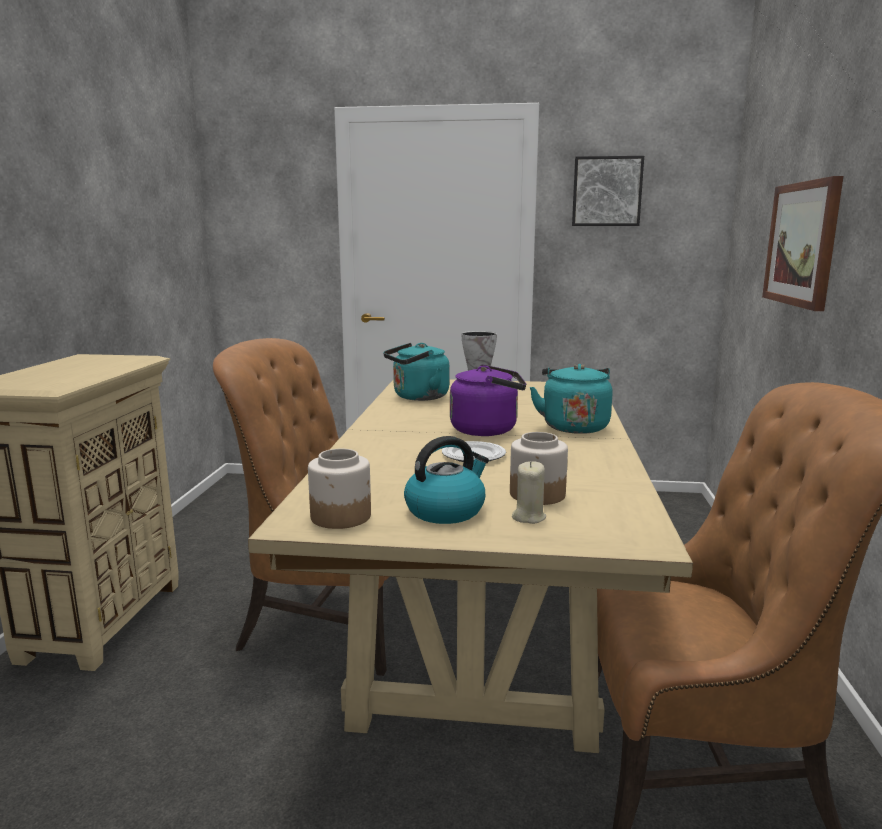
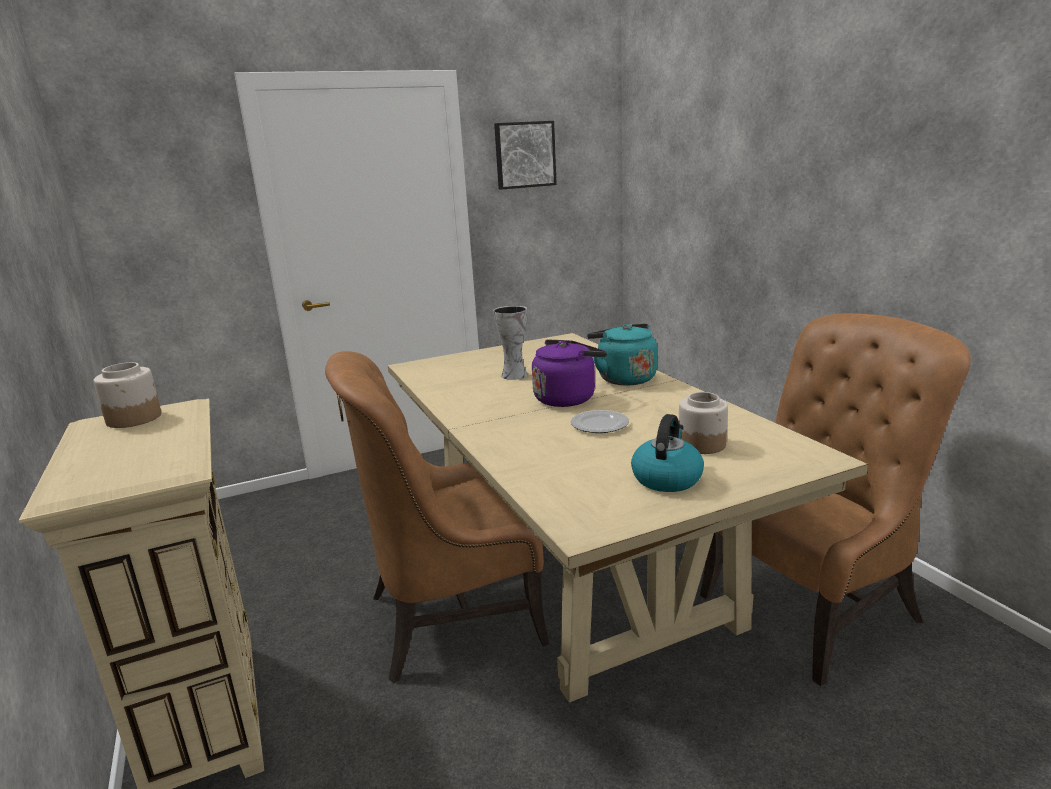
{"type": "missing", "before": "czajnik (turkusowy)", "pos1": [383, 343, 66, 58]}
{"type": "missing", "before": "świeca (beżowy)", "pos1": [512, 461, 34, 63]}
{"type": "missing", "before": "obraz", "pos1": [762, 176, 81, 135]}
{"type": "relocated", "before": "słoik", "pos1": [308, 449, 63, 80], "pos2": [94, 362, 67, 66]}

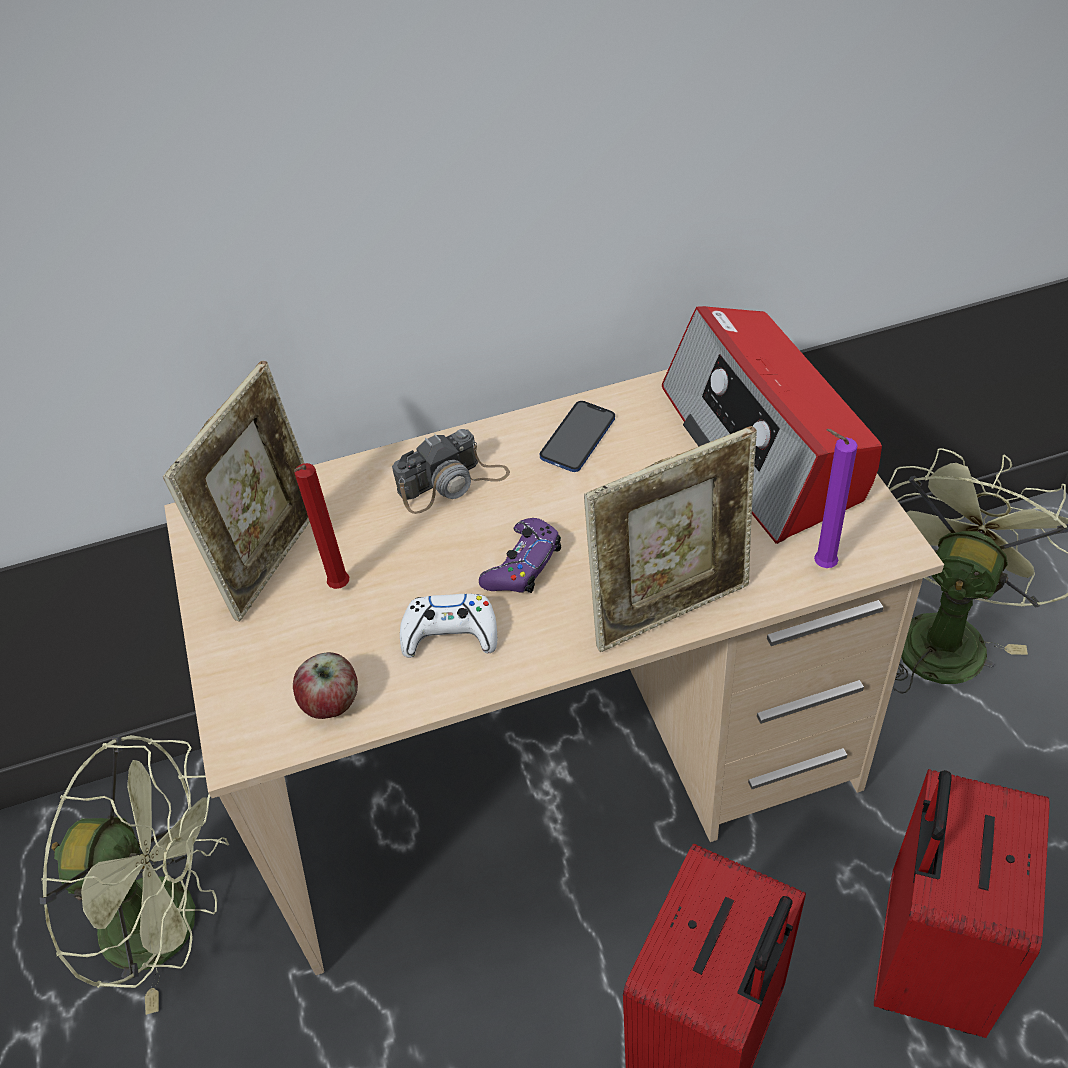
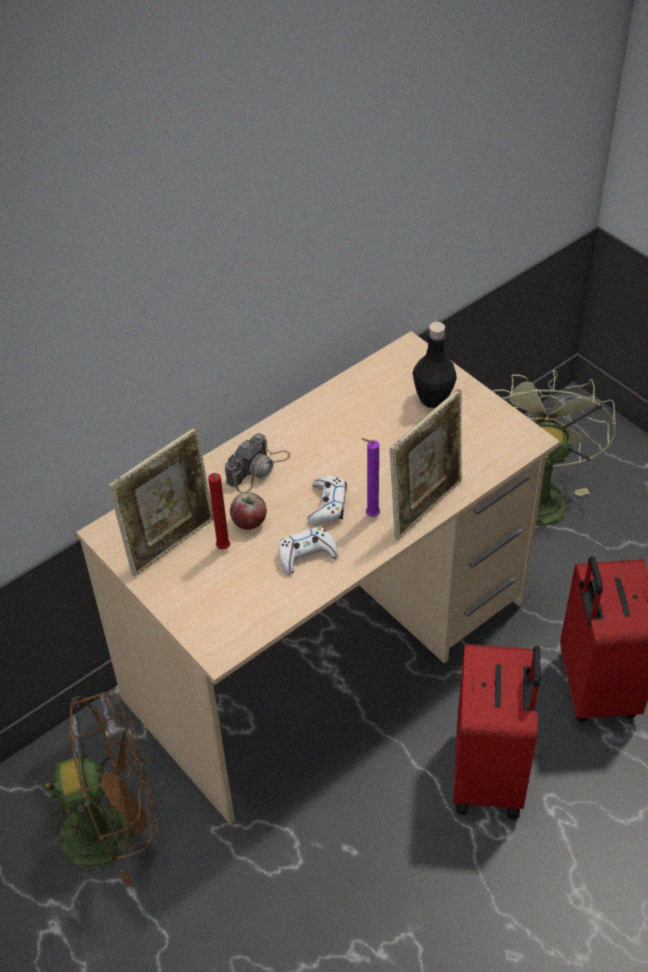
{"type": "missing", "before": "telefon", "pos1": [540, 401, 75, 71]}
{"type": "relocated", "before": "jabłko", "pos1": [293, 652, 65, 67], "pos2": [230, 492, 37, 38]}
{"type": "relocated", "before": "świeca (fioletowy)", "pos1": [814, 429, 44, 139], "pos2": [361, 438, 19, 79]}
{"type": "exchanged", "before": "radio", "after": "butelka (czarny)", "pos1": [662, 306, 220, 238], "pos2": [413, 322, 44, 86]}
{"type": "colour", "before": "wentylator (zielony)", "after": "wentylator (brązowy)", "pos1": [40, 735, 189, 280], "pos2": [38, 691, 120, 196]}
{"type": "colour", "before": "pad do gier (fioletowy)", "after": "pad do gier (biały)", "pos1": [479, 518, 82, 75], "pos2": [308, 475, 39, 50]}
{"type": "spun", "before": "ramka na zdjęcie", "pos1": [163, 361, 147, 261], "pos2": [108, 427, 106, 150], "turn": 45}

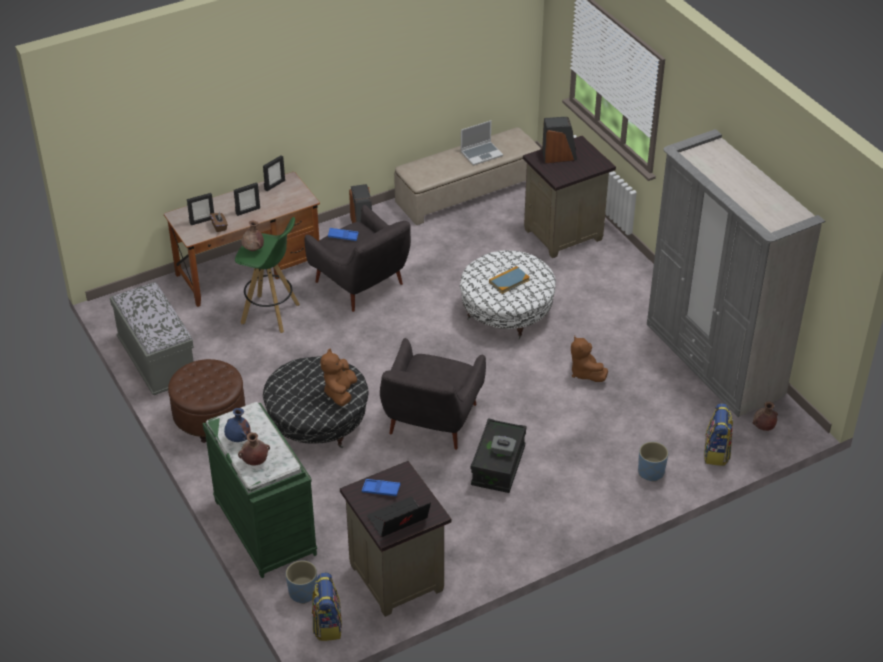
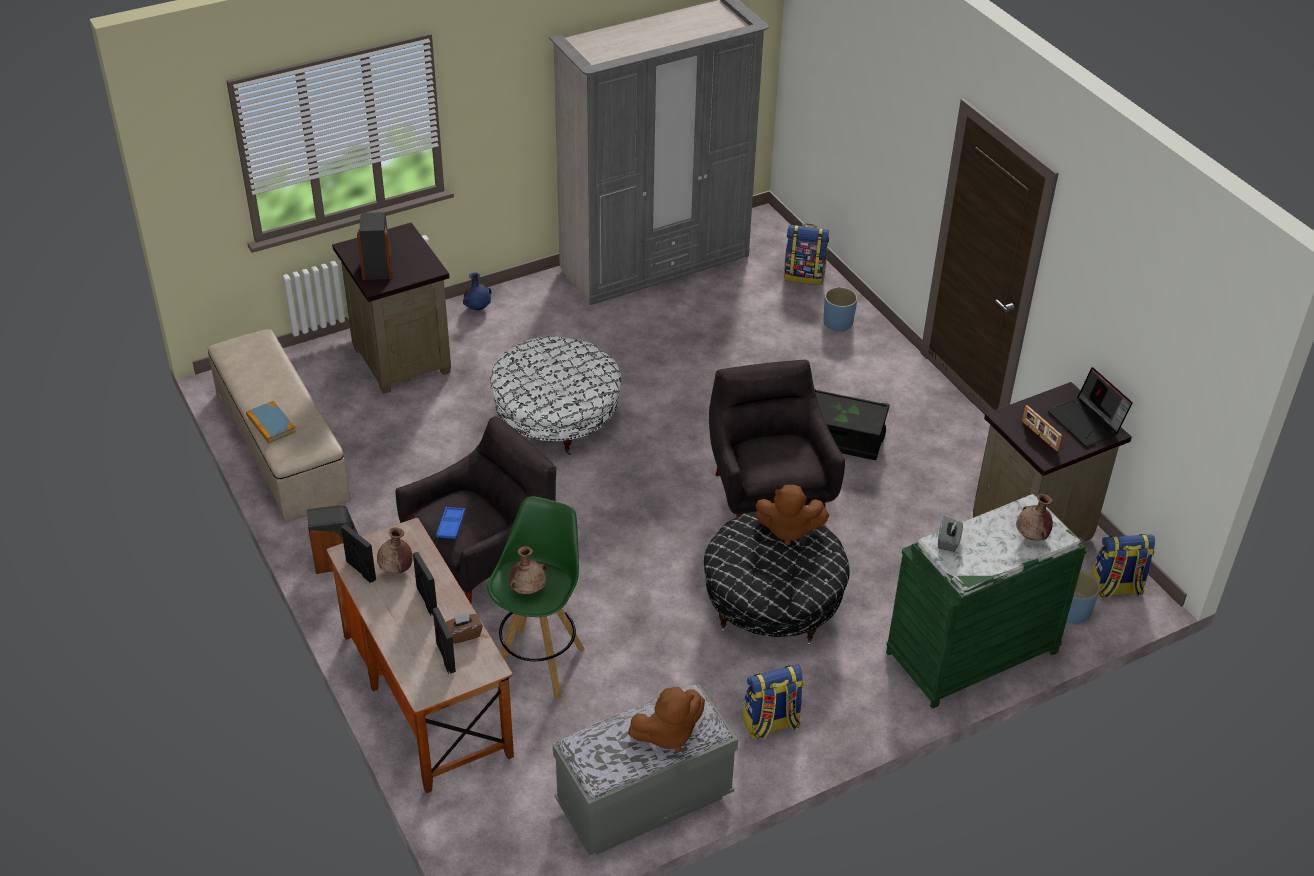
{"type": "missing", "before": "laptop", "pos1": [460, 120, 43, 45]}
{"type": "relocated", "before": "wazon (niebieski)", "pos1": [224, 408, 27, 34], "pos2": [463, 272, 29, 39]}
{"type": "relocated", "before": "książka", "pos1": [489, 266, 41, 28], "pos2": [246, 401, 50, 42]}
{"type": "relocated", "before": "pudełko chusteczek (szary)", "pos1": [491, 436, 25, 20], "pos2": [938, 516, 25, 36]}
{"type": "relocated", "before": "pluszak (brązowy)", "pos1": [571, 336, 37, 46], "pos2": [628, 687, 77, 65]}
{"type": "relocated", "before": "wazon (brązowy)", "pos1": [753, 402, 25, 29], "pos2": [377, 527, 36, 47]}
{"type": "exchanged", "before": "pufa (brązowy)", "after": "plecak", "pos1": [168, 359, 77, 84], "pos2": [742, 664, 62, 75]}
{"type": "exchanged", "before": "taca (niebieski)", "after": "ramka na zdjęcie", "pos1": [362, 479, 39, 17], "pos2": [1022, 405, 40, 46]}
{"type": "spun", "before": "fotel (szary)", "pos1": [380, 338, 106, 112], "pos2": [709, 360, 136, 157], "turn": -120}

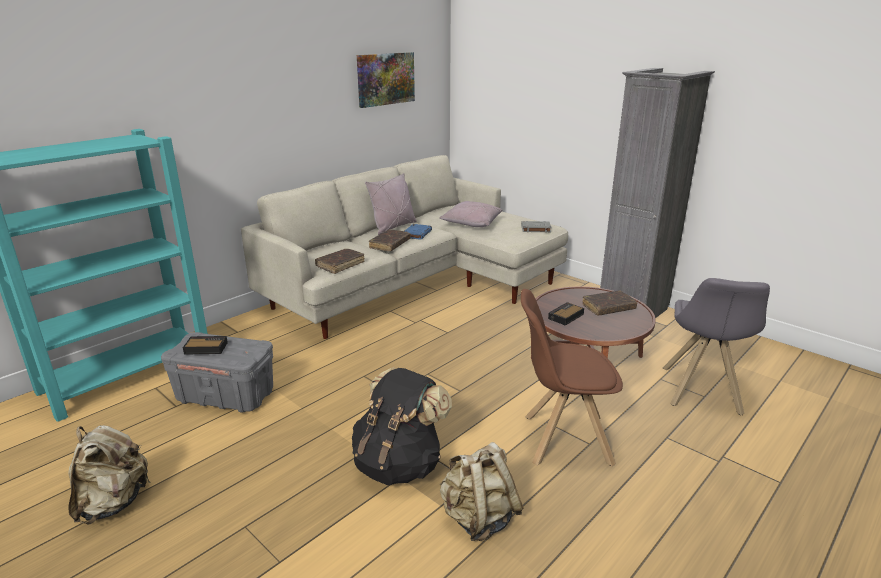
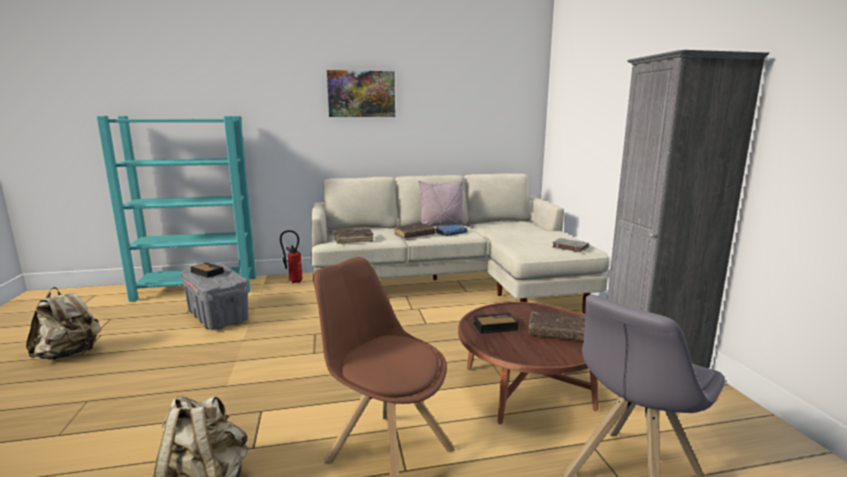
{"type": "missing", "before": "plecak (czarny)", "pos1": [352, 367, 100, 118]}
{"type": "missing", "before": "poduszka (fioletowy)", "pos1": [439, 201, 63, 26]}
{"type": "appeared", "after": "gaśnica", "pos2": [280, 230, 23, 53]}
{"type": "relocated", "before": "obraz", "pos1": [357, 52, 58, 56], "pos2": [327, 70, 68, 47]}

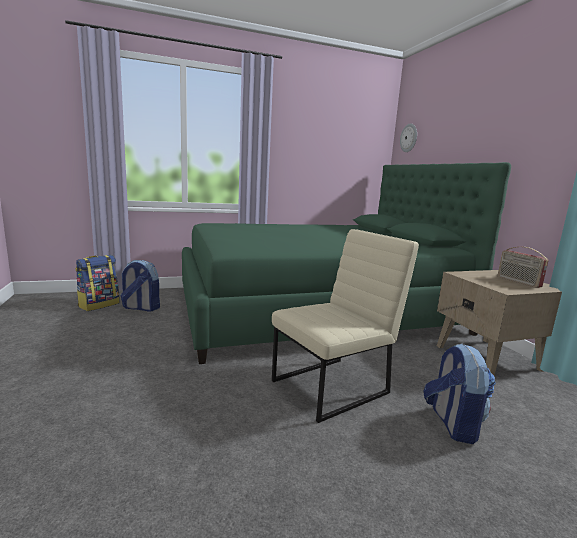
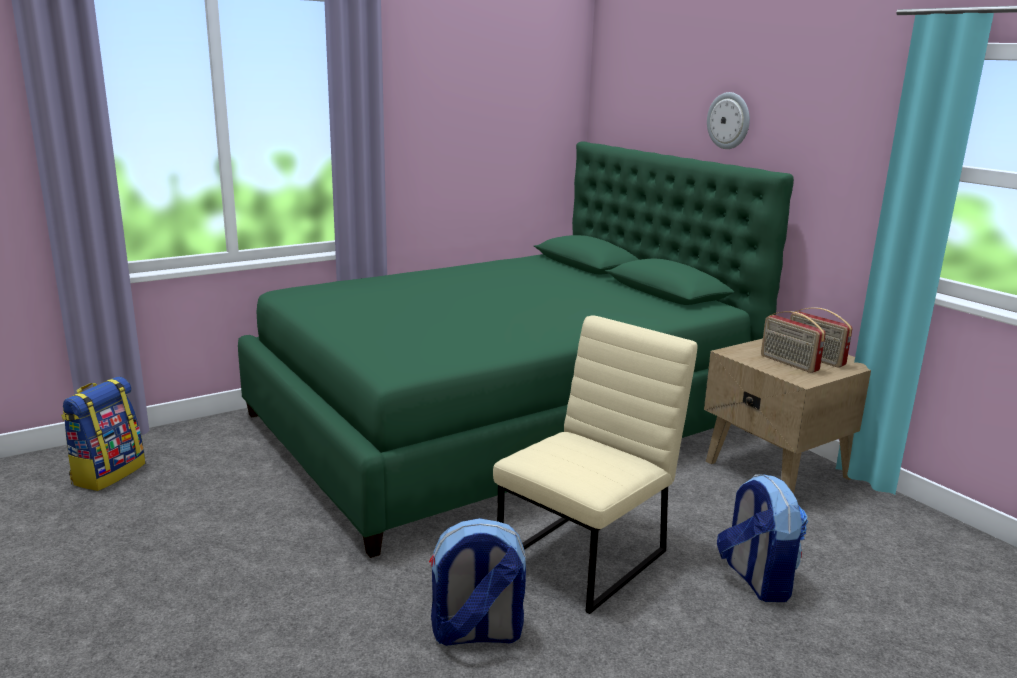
{"type": "appeared", "after": "radio", "pos2": [761, 311, 65, 62]}
{"type": "relocated", "before": "plecak", "pos1": [121, 260, 39, 52], "pos2": [429, 518, 97, 128]}
{"type": "relocated", "before": "zegar ścienny", "pos1": [400, 123, 17, 29], "pos2": [707, 92, 43, 57]}

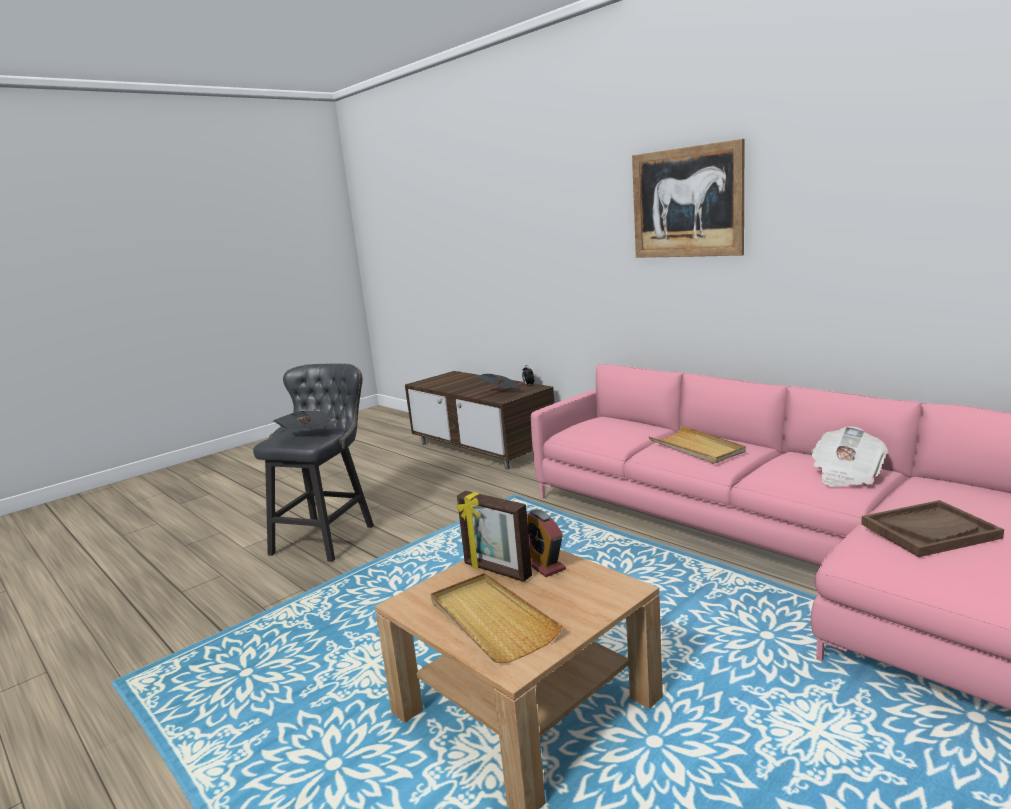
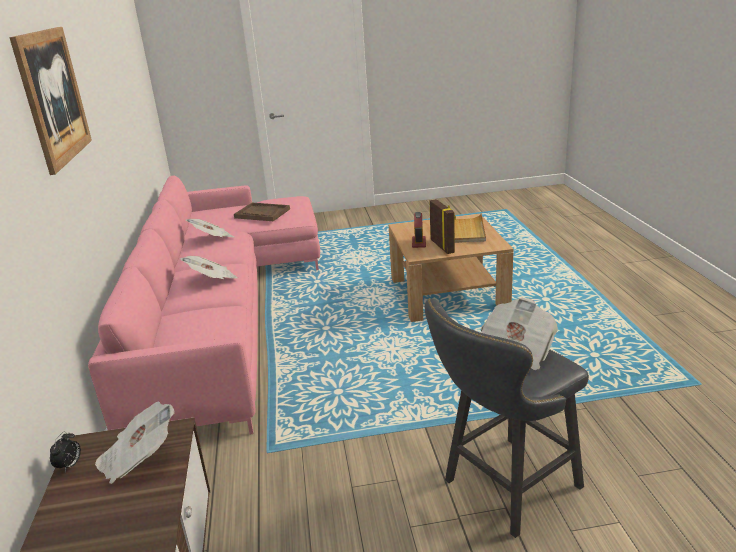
{"type": "exchanged", "before": "taca (beżowy)", "after": "gazeta", "pos1": [649, 426, 97, 38], "pos2": [180, 256, 58, 23]}

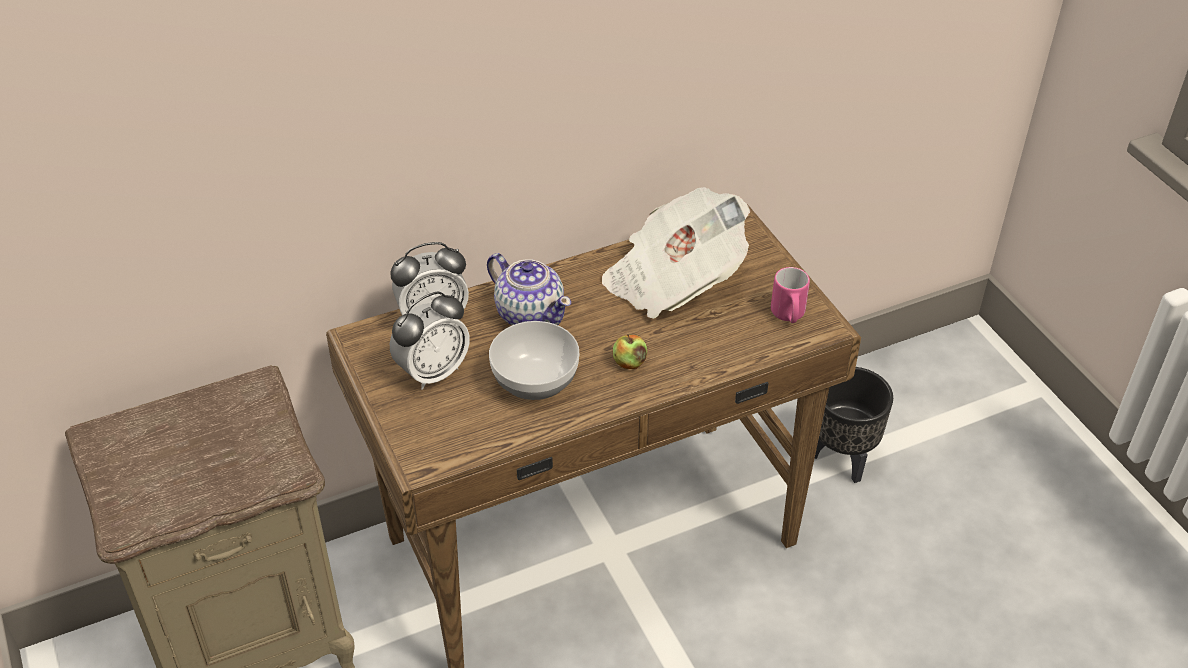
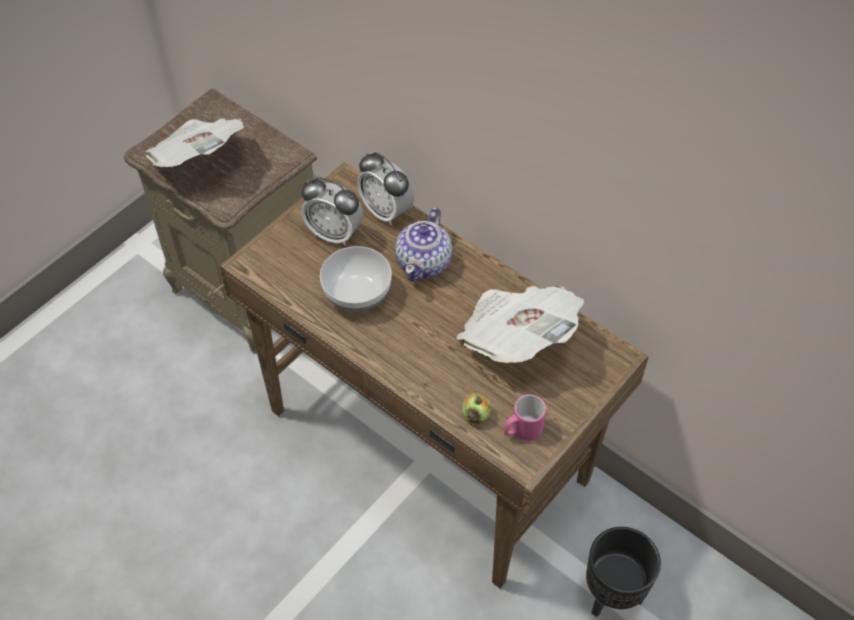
{"type": "appeared", "after": "gazeta", "pos2": [145, 118, 100, 49]}
{"type": "relocated", "before": "jabłko", "pos1": [613, 334, 34, 35], "pos2": [462, 393, 29, 31]}

